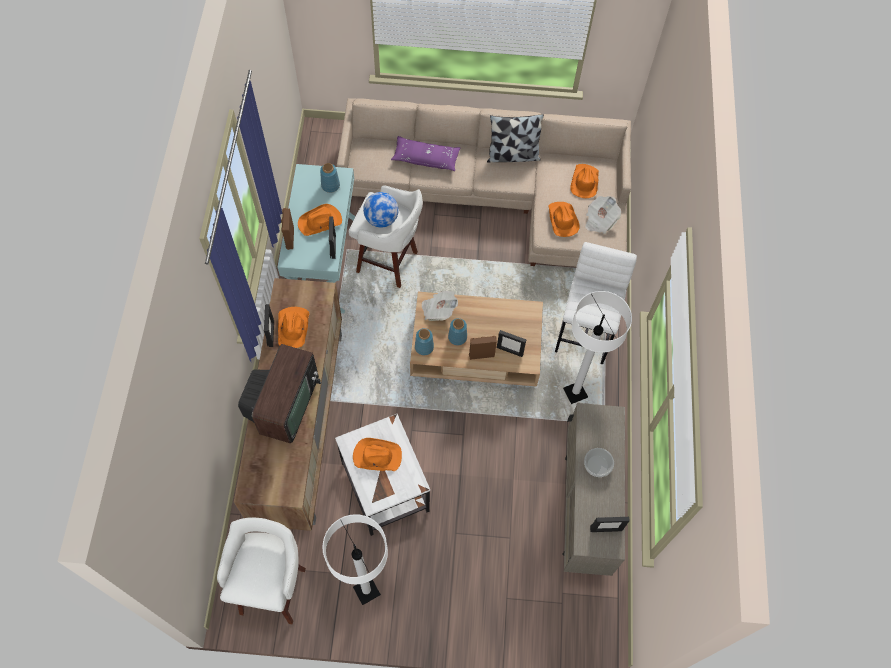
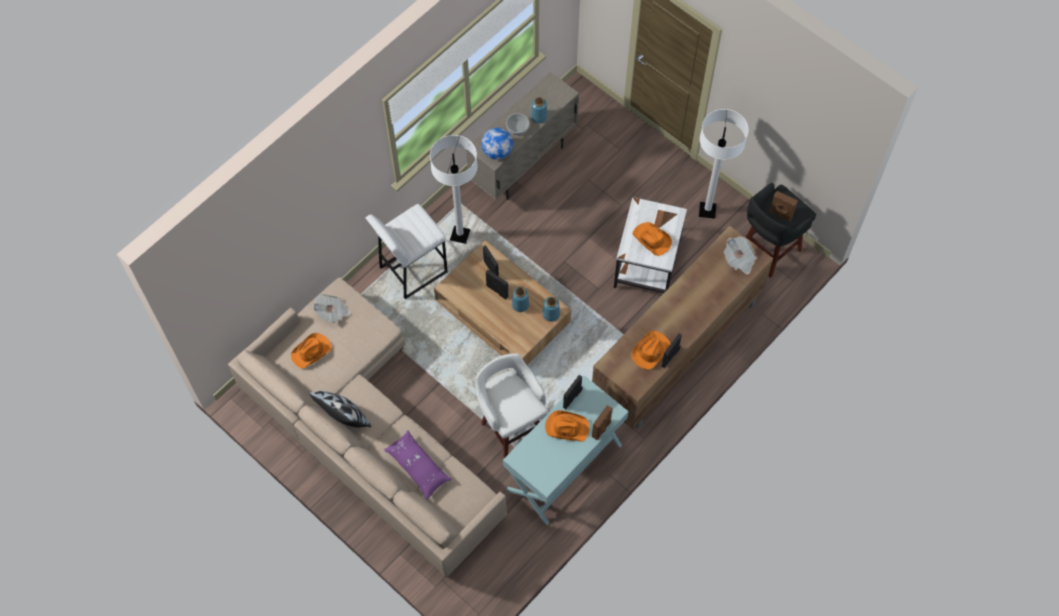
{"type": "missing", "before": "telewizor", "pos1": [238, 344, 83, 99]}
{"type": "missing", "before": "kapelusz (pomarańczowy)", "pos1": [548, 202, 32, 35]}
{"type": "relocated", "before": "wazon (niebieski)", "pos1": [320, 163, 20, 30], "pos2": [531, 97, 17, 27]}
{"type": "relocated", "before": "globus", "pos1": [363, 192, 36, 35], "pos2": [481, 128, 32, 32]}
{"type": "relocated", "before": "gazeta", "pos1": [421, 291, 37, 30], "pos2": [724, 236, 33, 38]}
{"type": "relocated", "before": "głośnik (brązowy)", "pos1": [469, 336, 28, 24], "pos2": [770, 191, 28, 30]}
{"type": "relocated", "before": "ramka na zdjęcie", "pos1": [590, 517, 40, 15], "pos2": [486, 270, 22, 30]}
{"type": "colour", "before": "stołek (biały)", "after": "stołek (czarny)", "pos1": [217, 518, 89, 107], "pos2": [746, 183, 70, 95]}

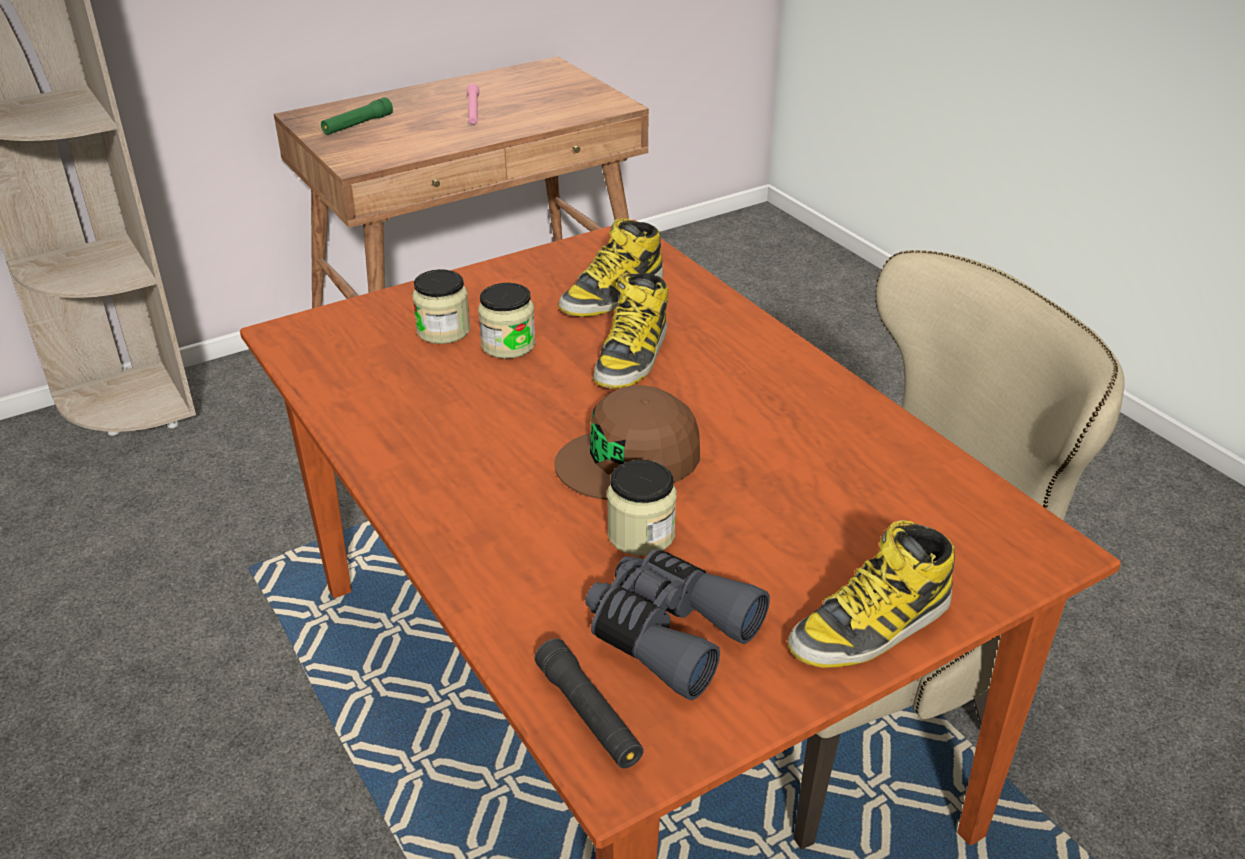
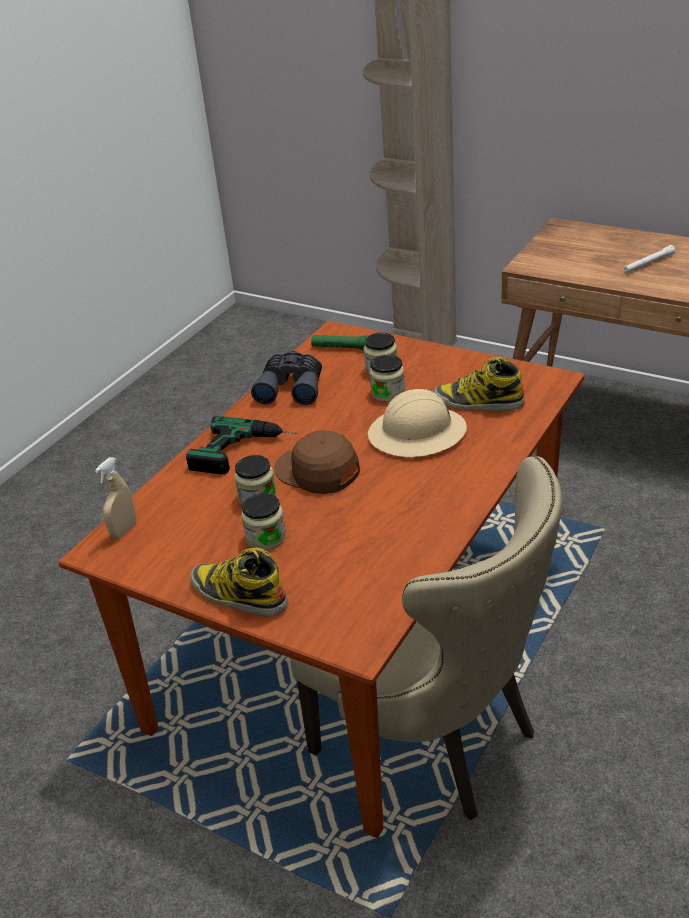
{"type": "appeared", "after": "wiertarka", "pos2": [186, 416, 112, 58]}
{"type": "appeared", "after": "słoik", "pos2": [241, 493, 45, 57]}
{"type": "relocated", "before": "latarka (zielony)", "pos1": [321, 97, 72, 38], "pos2": [311, 335, 57, 15]}
{"type": "relocated", "before": "lornetka (szary)", "pos1": [585, 549, 185, 152], "pos2": [251, 351, 71, 54]}
{"type": "exchanged", "before": "latarka (czarny)", "after": "spryskiwacz (beżowy)", "pos1": [534, 638, 110, 131], "pos2": [95, 458, 41, 81]}
{"type": "exchanged", "before": "but z cholewką", "after": "kask (beżowy)", "pos1": [593, 273, 75, 116], "pos2": [368, 389, 99, 68]}
{"type": "colour", "before": "latarka (różowy)", "after": "latarka (biały)", "pos1": [466, 83, 13, 42], "pos2": [624, 245, 51, 28]}

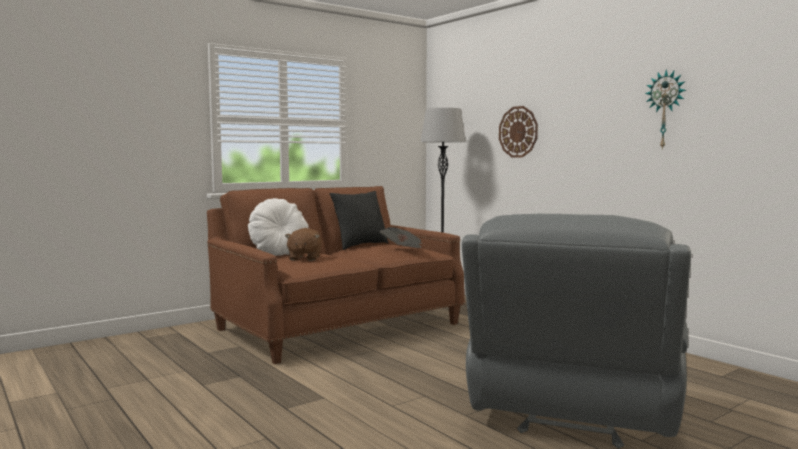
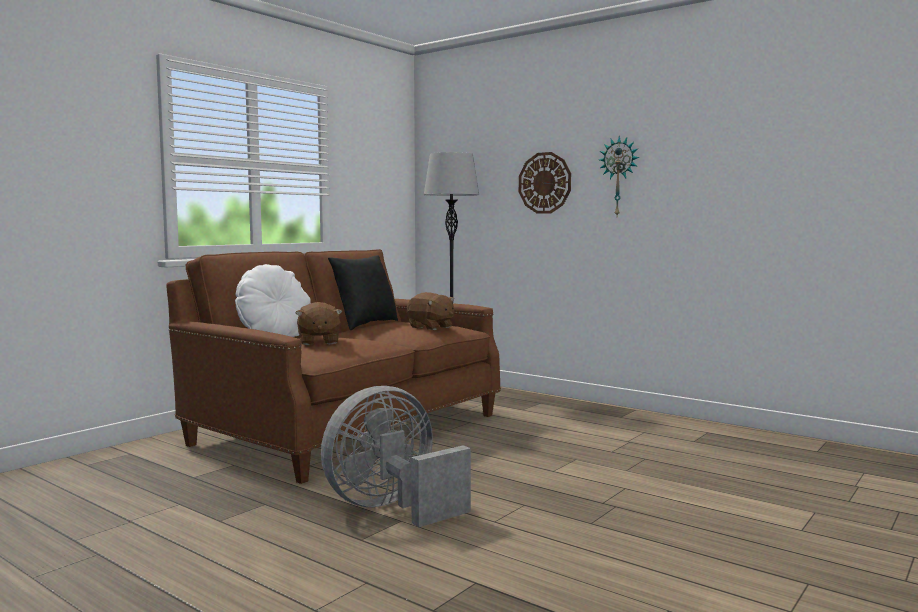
{"type": "missing", "before": "fotel (szary)", "pos1": [462, 214, 229, 234]}
{"type": "appeared", "after": "wentylator (szary)", "pos2": [321, 386, 150, 141]}
{"type": "relocated", "before": "zegar ścienny", "pos1": [645, 69, 41, 81], "pos2": [599, 136, 41, 80]}
{"type": "exchanged", "before": "gazeta", "after": "pluszak (brązowy)", "pos1": [380, 227, 42, 21], "pos2": [407, 292, 47, 38]}

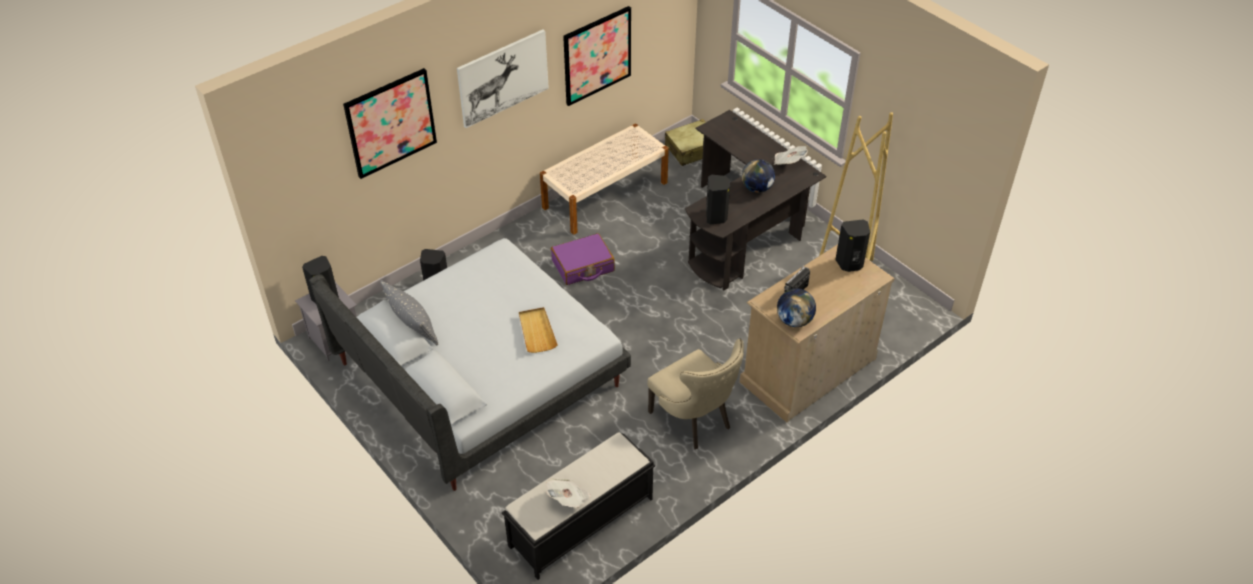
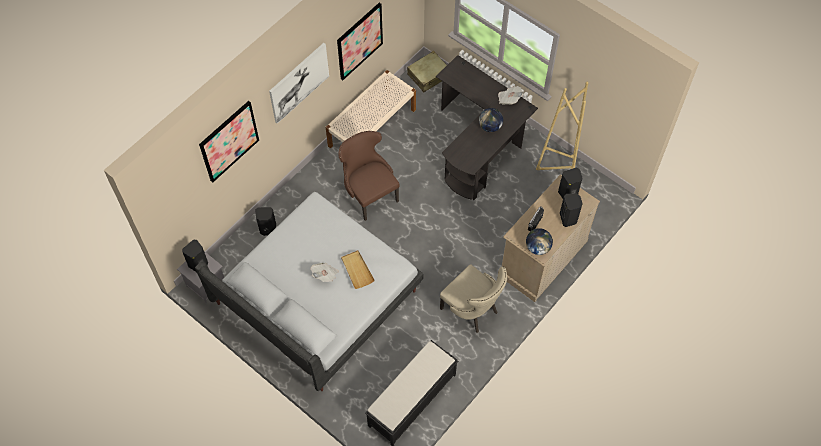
{"type": "missing", "before": "poduszka (szary)", "pos1": [380, 280, 58, 66]}
{"type": "relocated", "before": "gazeta", "pos1": [546, 478, 45, 30], "pos2": [310, 262, 29, 20]}
{"type": "relocated", "before": "głośnik (czarny)", "pos1": [706, 175, 24, 50], "pos2": [560, 194, 23, 33]}
{"type": "exchanged", "before": "walizka (fioletowy)", "after": "krzesło (brązowy)", "pos1": [551, 233, 64, 52], "pos2": [338, 131, 62, 90]}

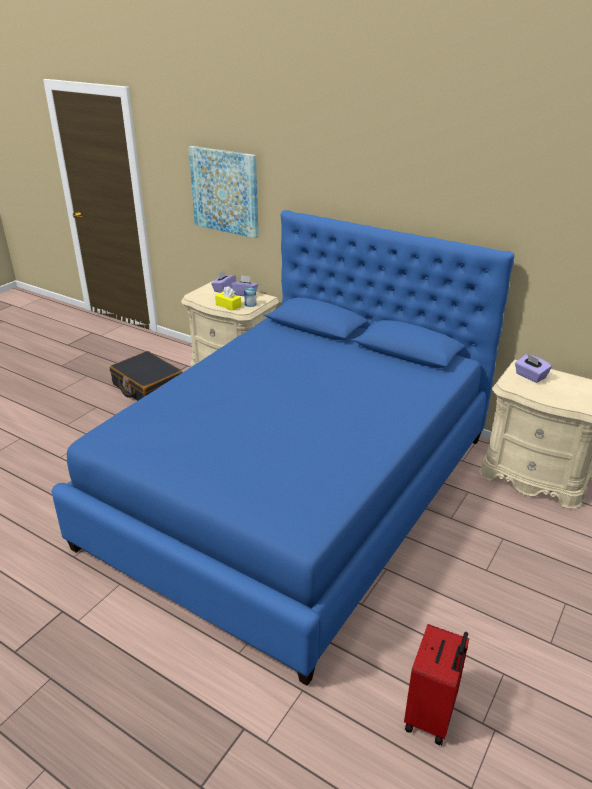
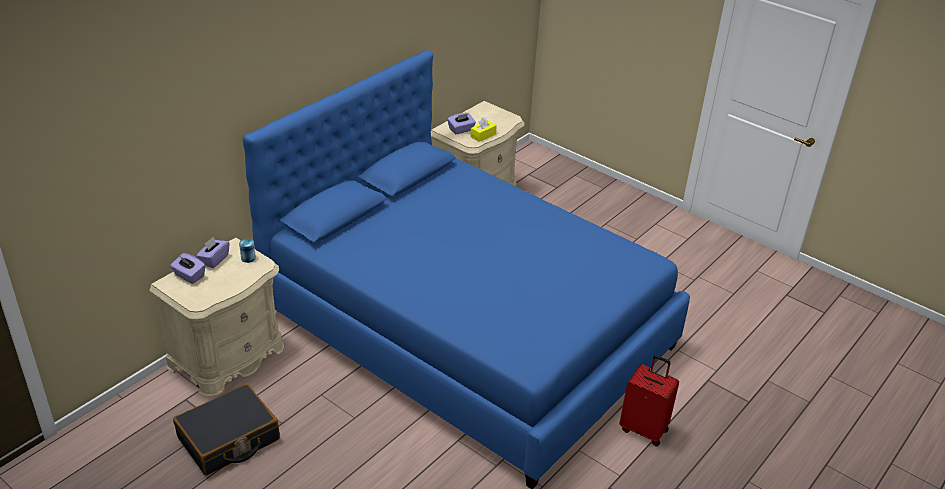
{"type": "missing", "before": "obraz", "pos1": [188, 146, 71, 92]}
{"type": "relocated", "before": "pudełko chusteczek (żółty)", "pos1": [215, 286, 26, 25], "pos2": [470, 117, 27, 25]}
{"type": "relocated", "before": "walizka (czerwony)", "pos1": [404, 624, 65, 121], "pos2": [620, 355, 59, 91]}

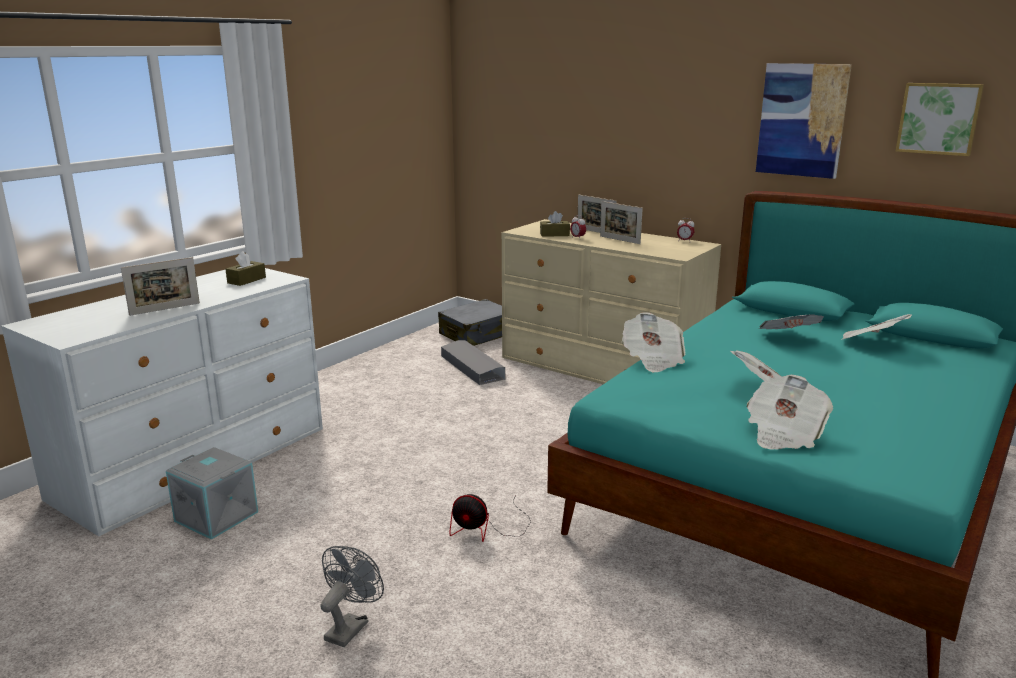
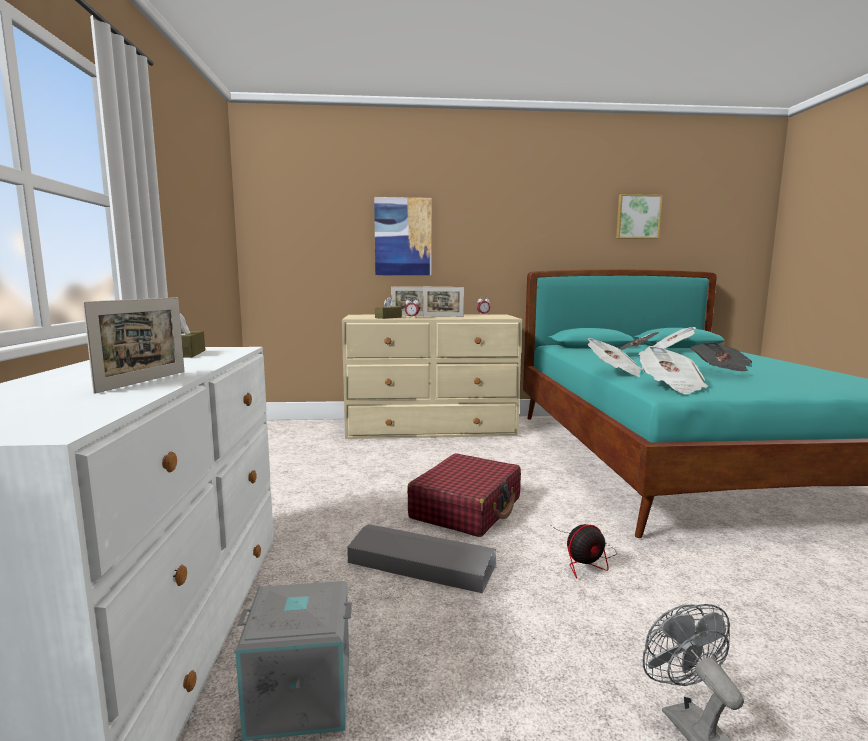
{"type": "missing", "before": "walizka (szary)", "pos1": [438, 299, 64, 47]}
{"type": "appeared", "after": "walizka (czerwony)", "pos2": [407, 453, 114, 84]}
{"type": "relocated", "before": "pojemnik do przechowywania (szary)", "pos1": [441, 340, 64, 45], "pos2": [347, 524, 149, 69]}
{"type": "relocated", "before": "gazeta", "pos1": [747, 375, 86, 75], "pos2": [638, 346, 70, 48]}
{"type": "relocated", "before": "obraz", "pos1": [756, 63, 96, 116], "pos2": [374, 197, 57, 78]}

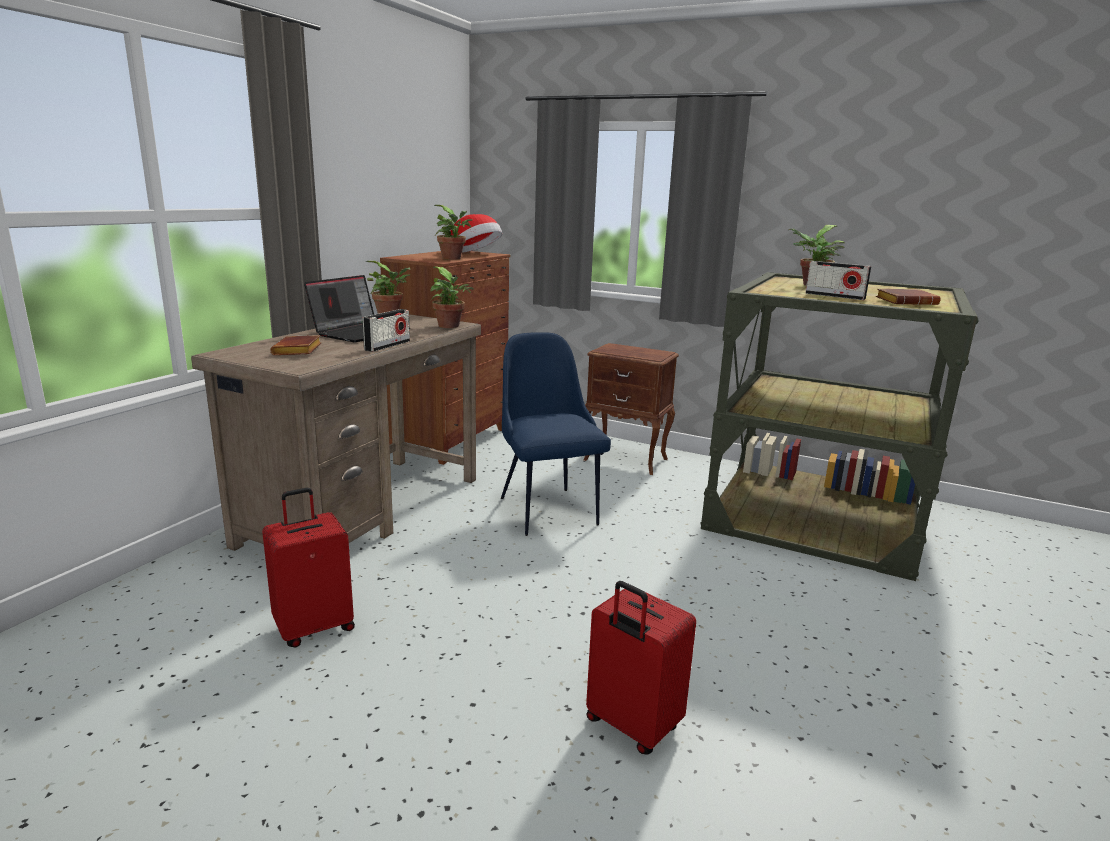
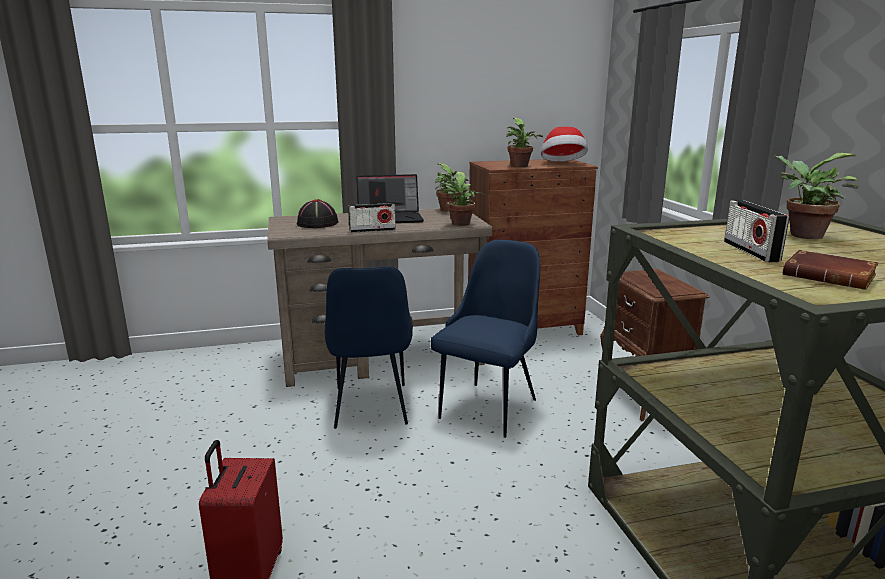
{"type": "missing", "before": "walizka (czerwony)", "pos1": [262, 488, 93, 160]}
{"type": "appeared", "after": "krzesło (niebieski)", "pos2": [324, 267, 89, 162]}
{"type": "exchanged", "before": "książka (brązowy)", "after": "kapelusz (czarny)", "pos1": [270, 335, 51, 20], "pos2": [297, 199, 41, 29]}

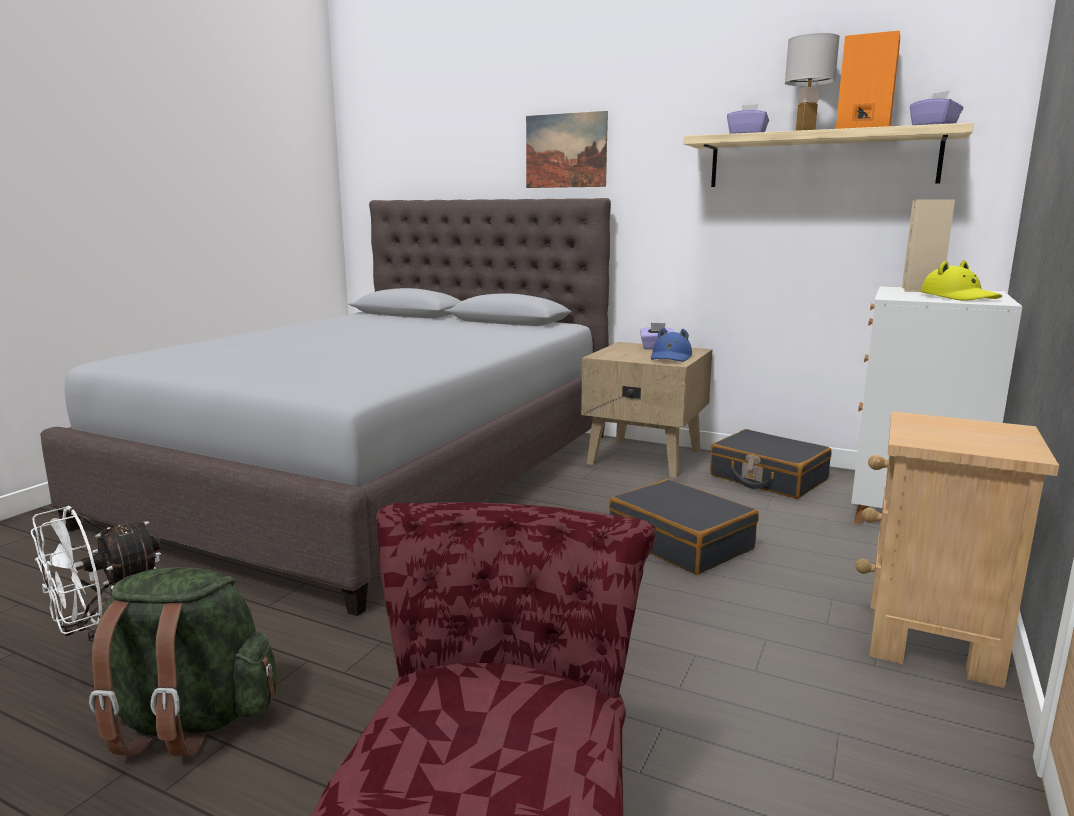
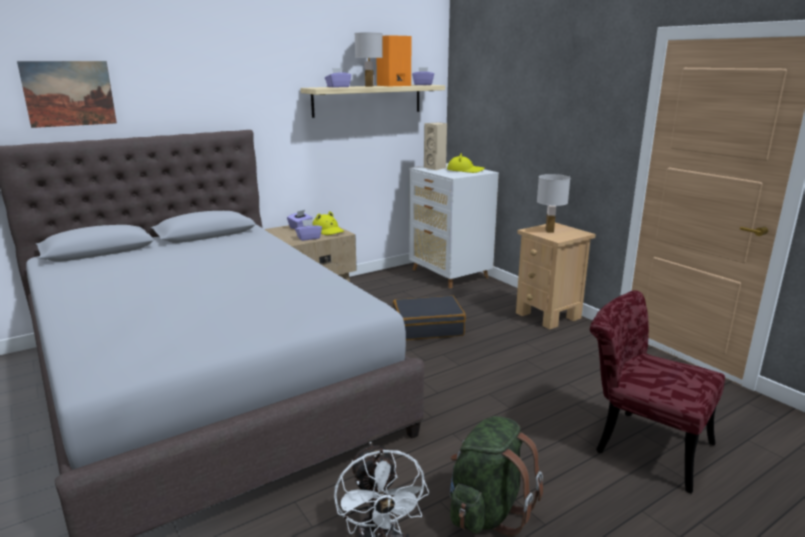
{"type": "missing", "before": "walizka (czarny)", "pos1": [710, 429, 122, 70]}
{"type": "appeared", "after": "pudełko chusteczek (fioletowy)", "pos2": [295, 219, 27, 22]}
{"type": "appeared", "after": "lampa stołowa (biały)", "pos2": [537, 174, 33, 59]}
{"type": "relocated", "before": "obraz", "pos1": [526, 111, 82, 77], "pos2": [17, 61, 100, 67]}
{"type": "colour", "before": "kapelusz (niebieski)", "after": "kapelusz (żółty)", "pos1": [651, 328, 41, 34], "pos2": [313, 211, 31, 24]}

